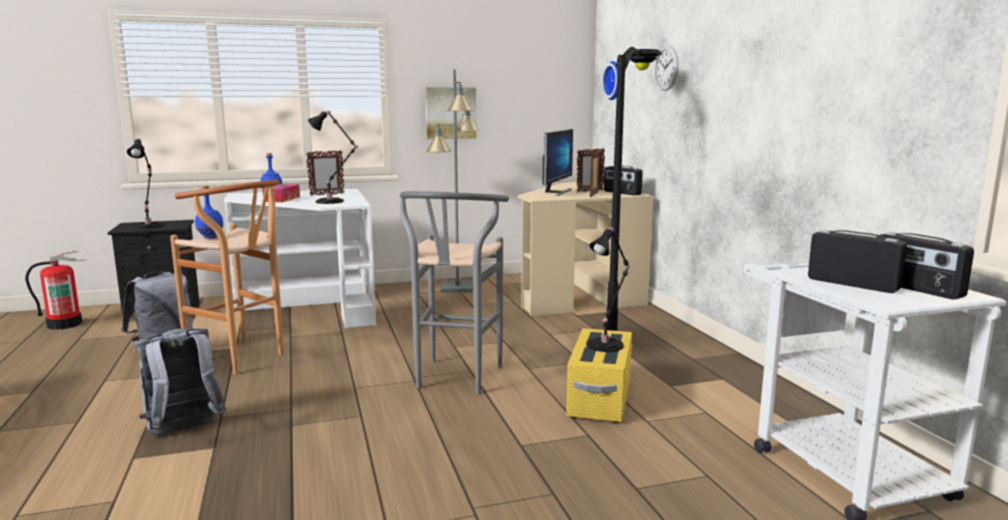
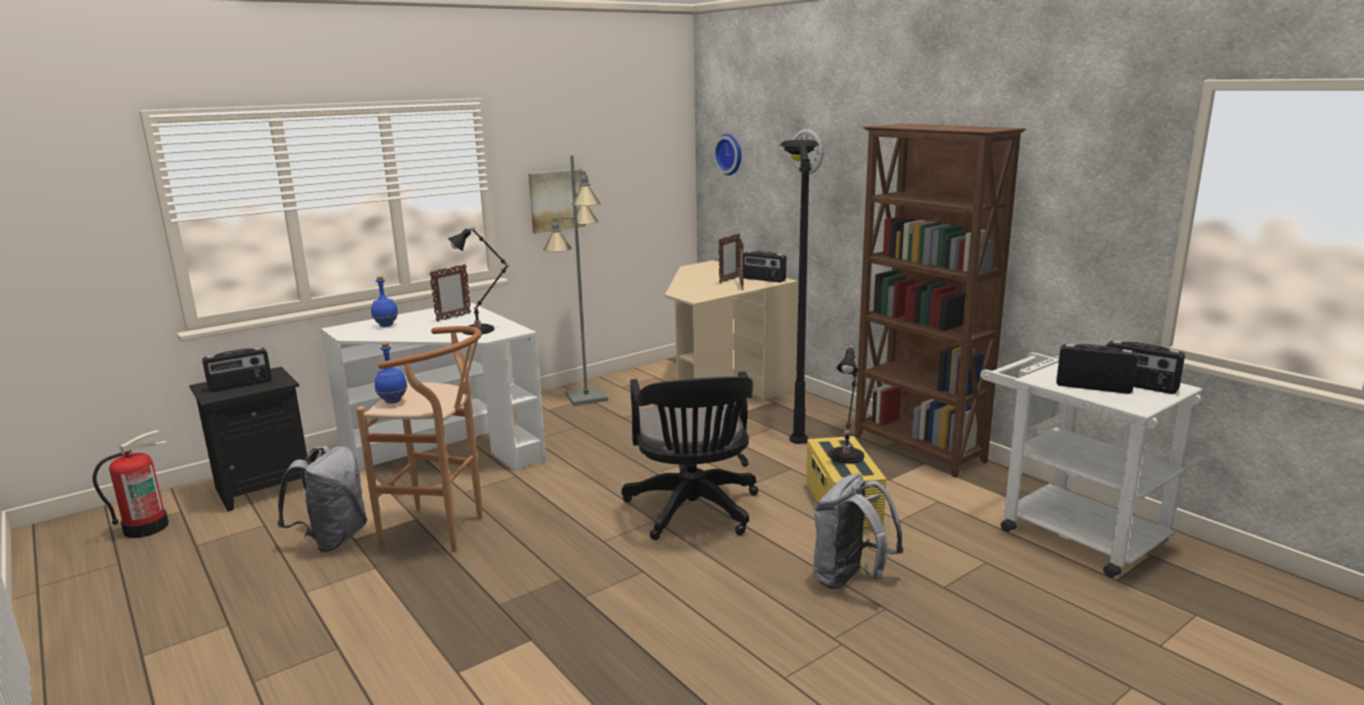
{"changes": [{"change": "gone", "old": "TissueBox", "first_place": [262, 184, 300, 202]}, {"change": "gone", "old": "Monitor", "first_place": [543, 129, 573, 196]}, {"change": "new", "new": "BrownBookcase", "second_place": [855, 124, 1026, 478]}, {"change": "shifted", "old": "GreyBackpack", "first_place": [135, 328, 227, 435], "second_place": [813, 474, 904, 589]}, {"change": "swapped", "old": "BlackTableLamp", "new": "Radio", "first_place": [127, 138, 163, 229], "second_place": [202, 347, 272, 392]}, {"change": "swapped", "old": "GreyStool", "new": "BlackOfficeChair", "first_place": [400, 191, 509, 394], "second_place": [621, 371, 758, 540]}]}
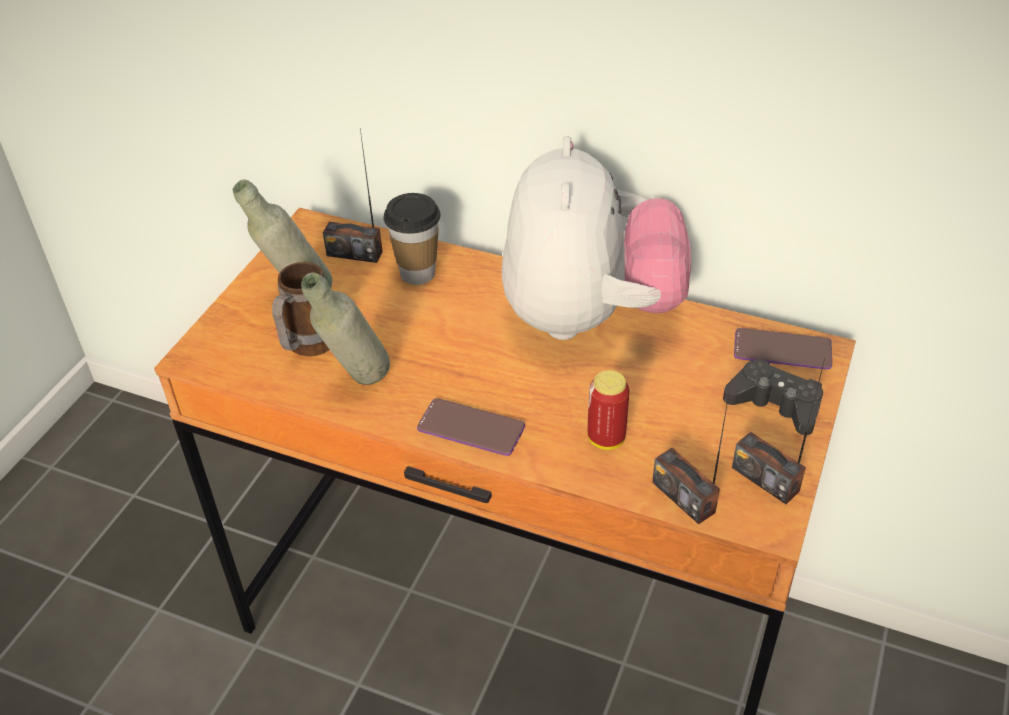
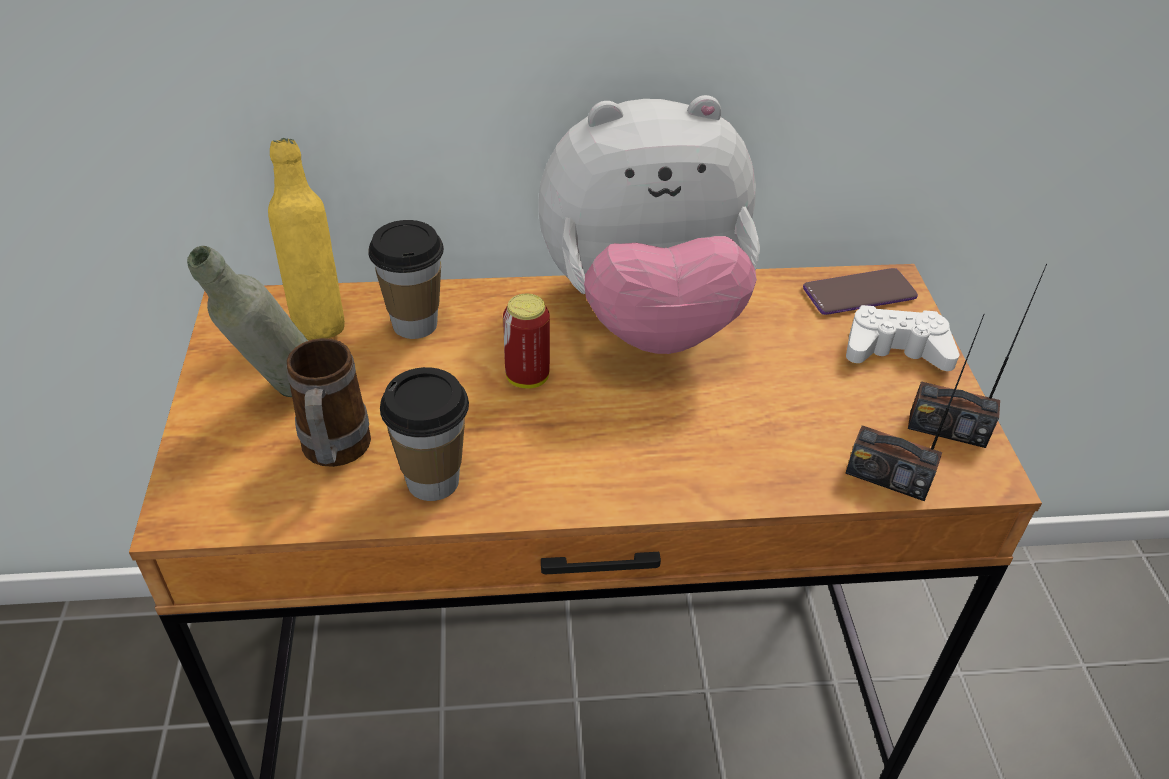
{"changes": [{"change": "gone", "old": "Phone", "first_place": [417, 398, 525, 456]}, {"change": "shifted", "old": "Can", "first_place": [588, 370, 630, 450], "second_place": [503, 294, 550, 389]}, {"change": "swapped", "old": "GreyBottle", "new": "Cup", "first_place": [301, 273, 390, 385], "second_place": [380, 367, 469, 501]}, {"change": "swapped", "old": "Radio", "new": "YellowBottle", "first_place": [323, 129, 383, 263], "second_place": [268, 138, 345, 340]}, {"change": "repainted", "old": "BlackGameController", "new": "WhiteGameController", "first_place": [723, 359, 823, 435], "second_place": [846, 305, 959, 371]}, {"change": "rotated", "old": "PlushToy", "first_place": [502, 136, 691, 340], "second_place": [538, 95, 760, 354], "degrees": 105}]}
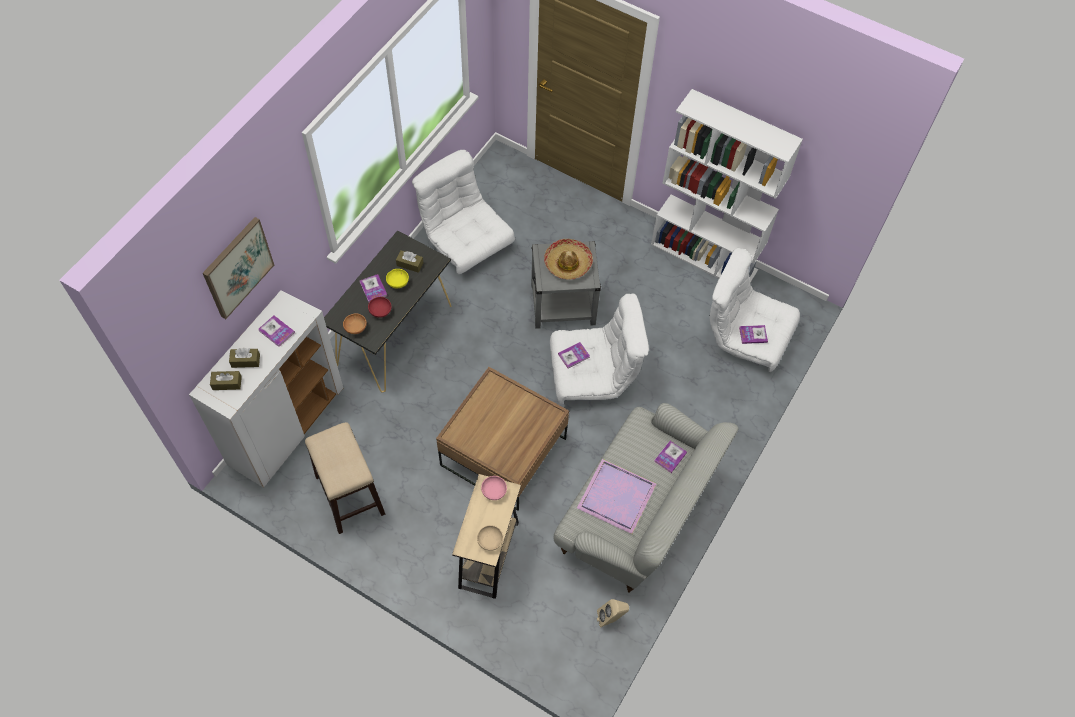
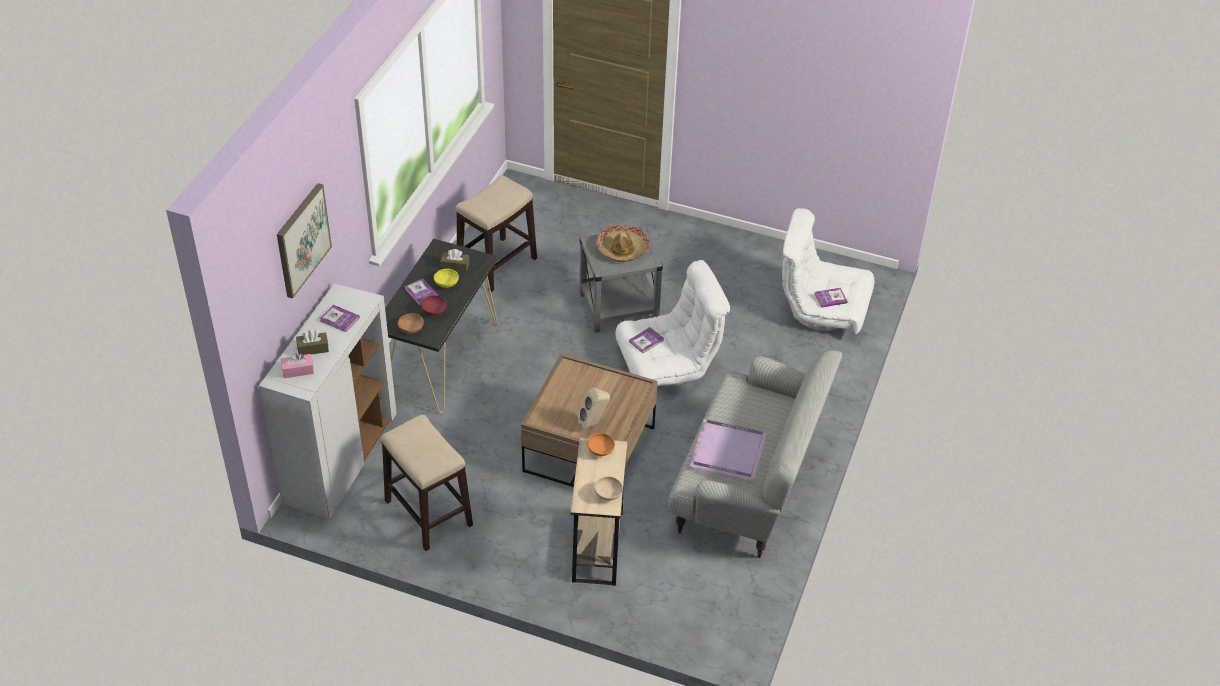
{"changes": [{"change": "gone", "old": "WhiteBookcase", "first_place": [651, 89, 803, 283]}, {"change": "gone", "old": "Book", "first_place": [654, 441, 687, 473]}, {"change": "shifted", "old": "BeigeSpeaker", "first_place": [597, 599, 629, 628], "second_place": [577, 388, 610, 430]}, {"change": "swapped", "old": "WhiteArmchair", "new": "Stool", "first_place": [412, 150, 515, 274], "second_place": [456, 175, 537, 292]}, {"change": "repainted", "old": "BrownTissueBox", "new": "PinkTissueBox", "first_place": [210, 371, 242, 390], "second_place": [281, 353, 314, 378]}, {"change": "repainted", "old": "PinkBowl", "new": "OrangeBowl", "first_place": [481, 476, 507, 500], "second_place": [587, 433, 615, 456]}]}
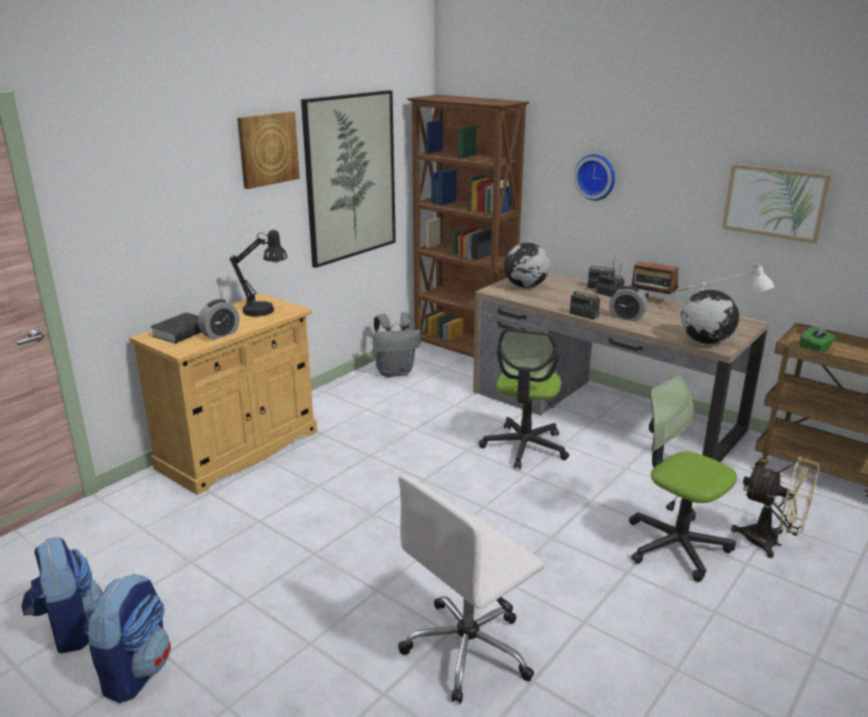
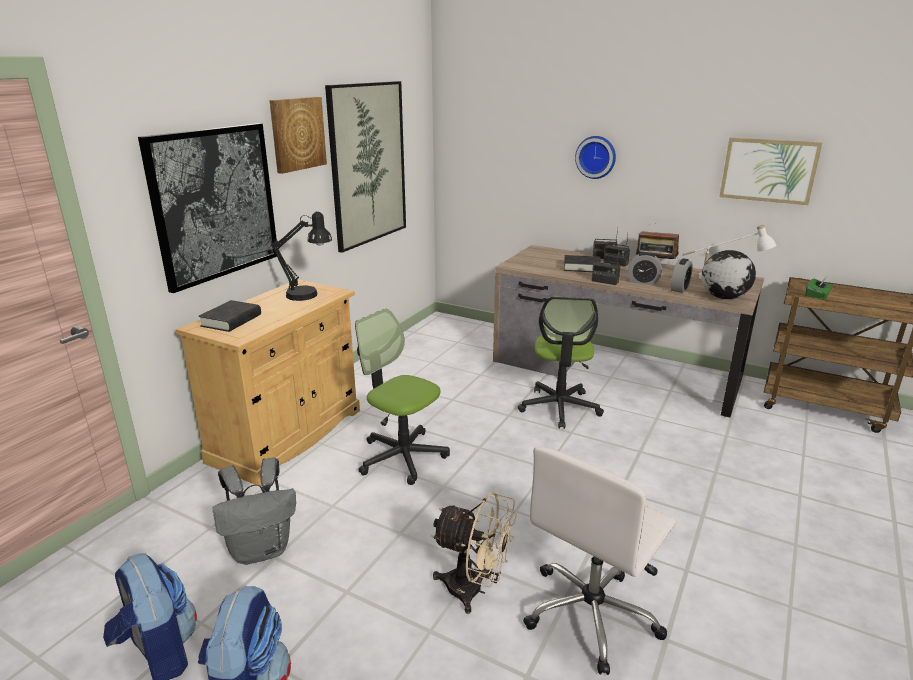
{"changes": [{"change": "gone", "old": "BrownBookcase", "first_place": [407, 95, 530, 358]}, {"change": "gone", "old": "Globe", "first_place": [504, 243, 550, 288]}, {"change": "new", "new": "Picture", "second_place": [138, 123, 277, 293]}, {"change": "new", "new": "BlackBook", "second_place": [564, 255, 601, 272]}, {"change": "shifted", "old": "AlarmClock", "first_place": [198, 299, 239, 340], "second_place": [671, 258, 693, 293]}, {"change": "shifted", "old": "GreyBackpack", "first_place": [373, 312, 421, 377], "second_place": [212, 458, 296, 565]}, {"change": "shifted", "old": "OfficeChair", "first_place": [629, 375, 737, 582], "second_place": [355, 309, 450, 485]}, {"change": "shifted", "old": "BeigeFan", "first_place": [731, 456, 820, 558], "second_place": [431, 492, 517, 614]}]}
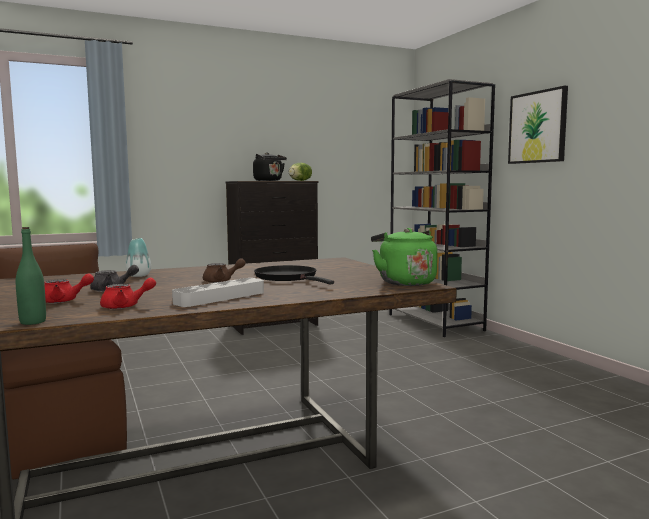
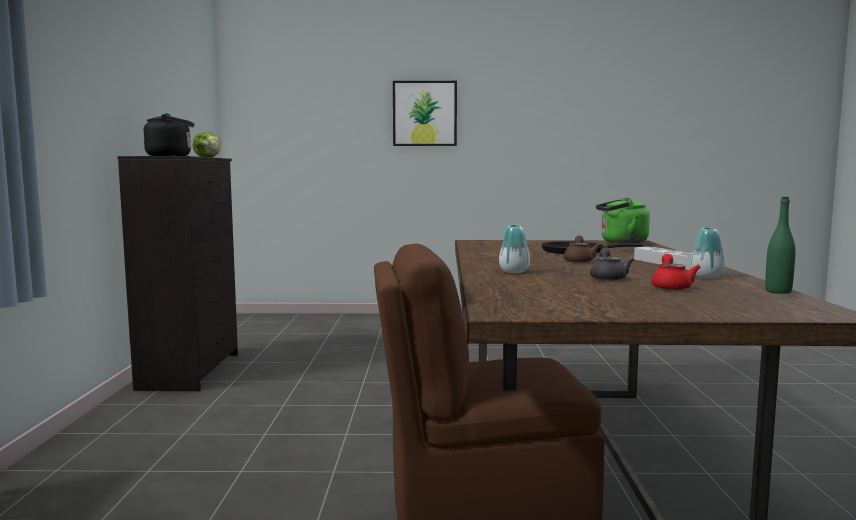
{"changes": [{"change": "gone", "old": "GreyBookcase", "first_place": [389, 79, 495, 337]}, {"change": "swapped", "old": "RedTeapot", "new": "Vase", "first_place": [100, 278, 156, 309], "second_place": [690, 227, 725, 279]}]}
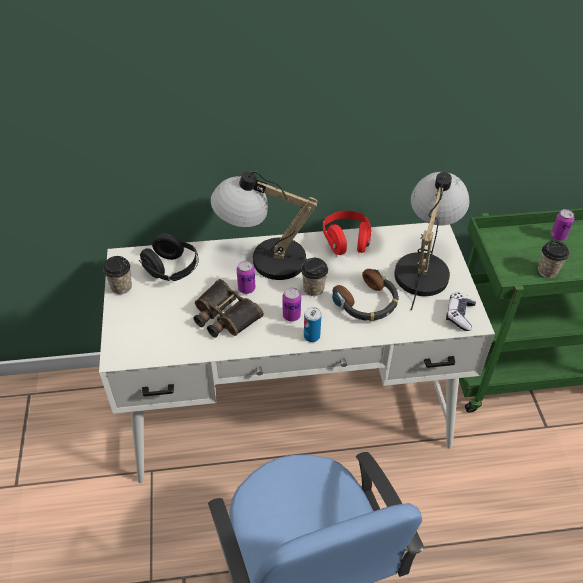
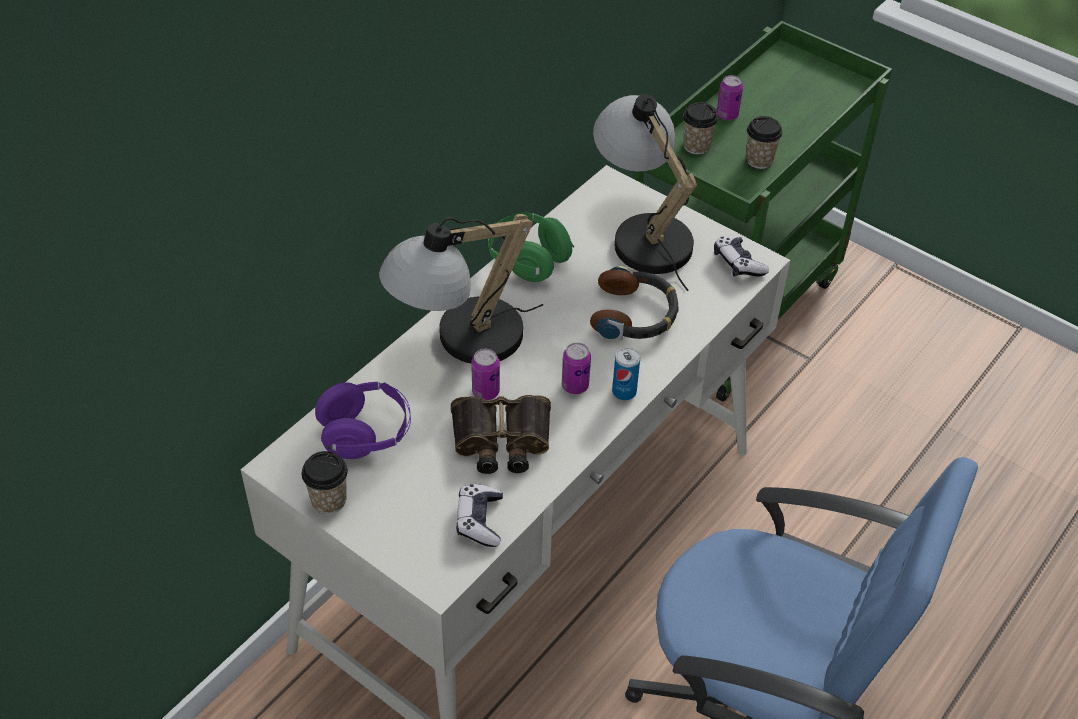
{"changes": [{"change": "new", "new": "GameController", "second_place": [456, 484, 503, 547]}, {"change": "shifted", "old": "Cup", "first_place": [301, 258, 328, 296], "second_place": [683, 102, 718, 155]}, {"change": "repainted", "old": "BlackHeadphones", "new": "PurpleHeadphones", "first_place": [139, 233, 199, 281], "second_place": [315, 382, 411, 459]}, {"change": "repainted", "old": "RedHeadphones", "new": "GreenHeadphones", "first_place": [323, 211, 371, 255], "second_place": [488, 212, 575, 282]}]}
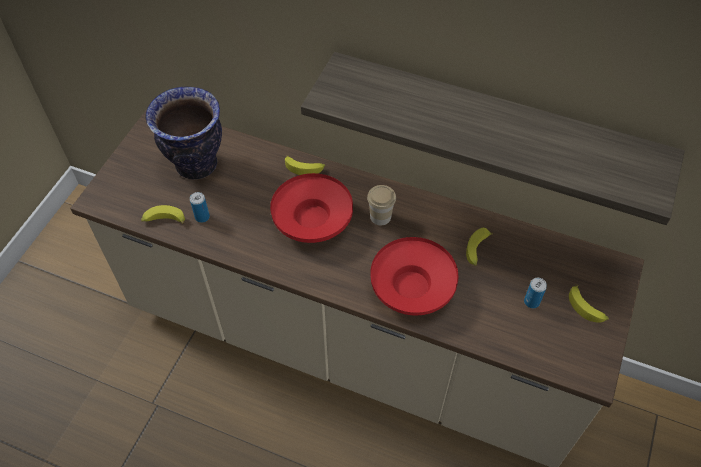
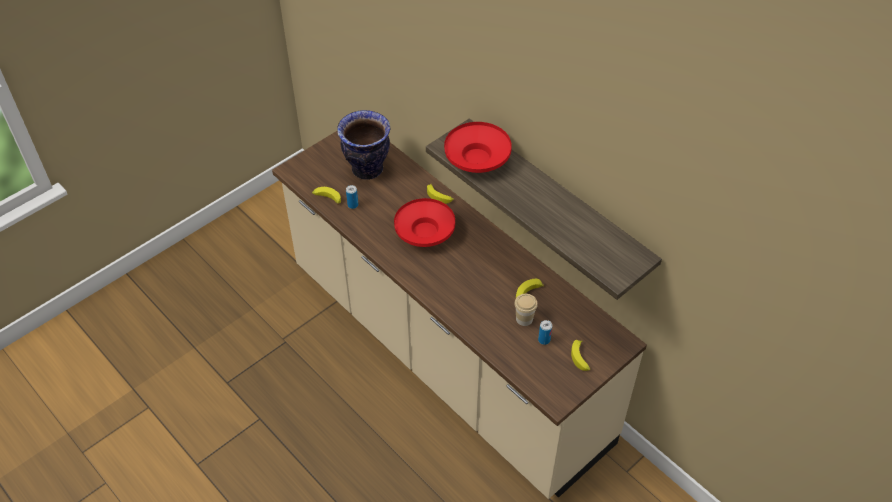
{"changes": [{"change": "shifted", "old": "Cup", "first_place": [367, 185, 396, 226], "second_place": [514, 294, 538, 326]}, {"change": "shifted", "old": "RedBowl", "first_place": [370, 237, 458, 315], "second_place": [444, 122, 512, 173]}]}
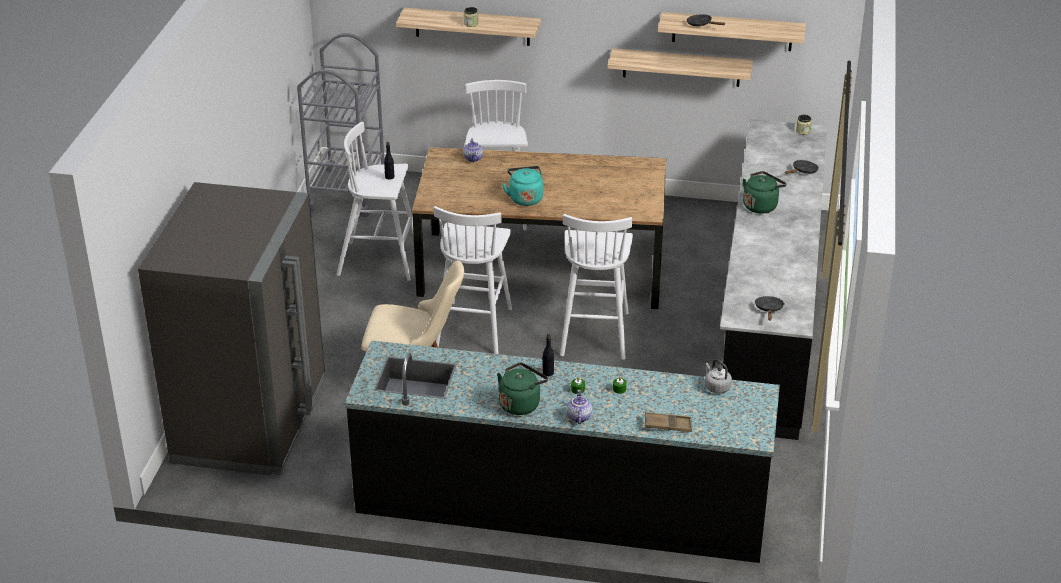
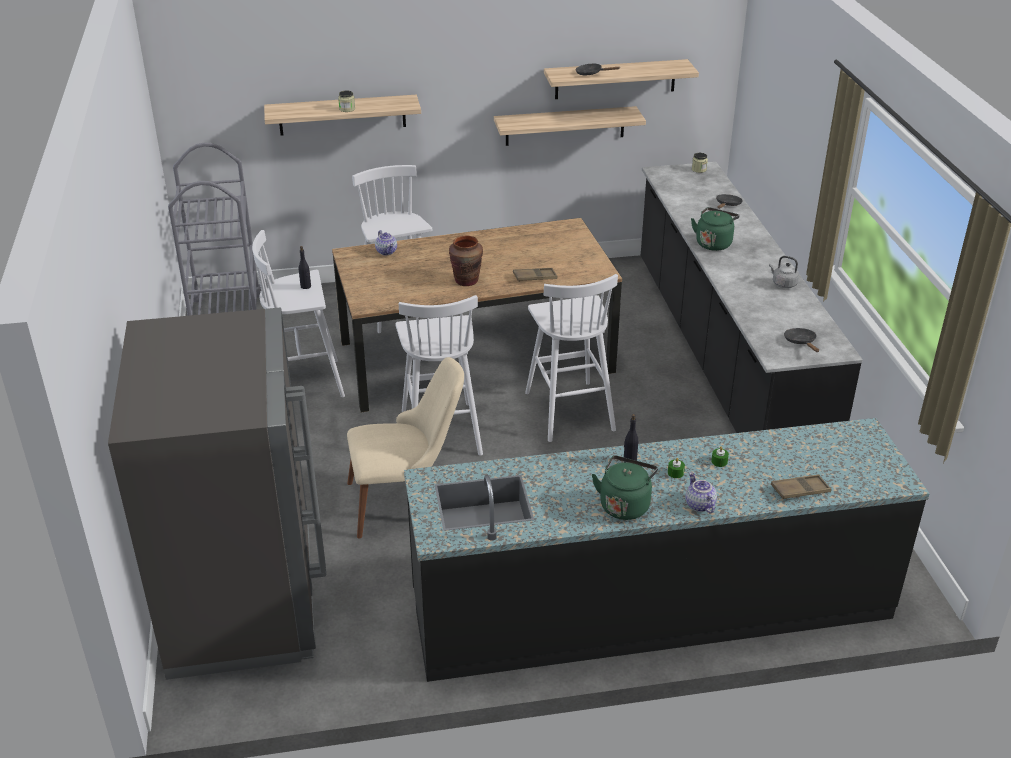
{"changes": [{"change": "new", "new": "BrownTray", "second_place": [513, 268, 558, 282]}, {"change": "shifted", "old": "GreyKettle", "first_place": [705, 359, 732, 394], "second_place": [769, 256, 799, 288]}, {"change": "swapped", "old": "TurquoiseKettle", "new": "BrownVase", "first_place": [502, 166, 543, 206], "second_place": [449, 236, 483, 286]}]}
